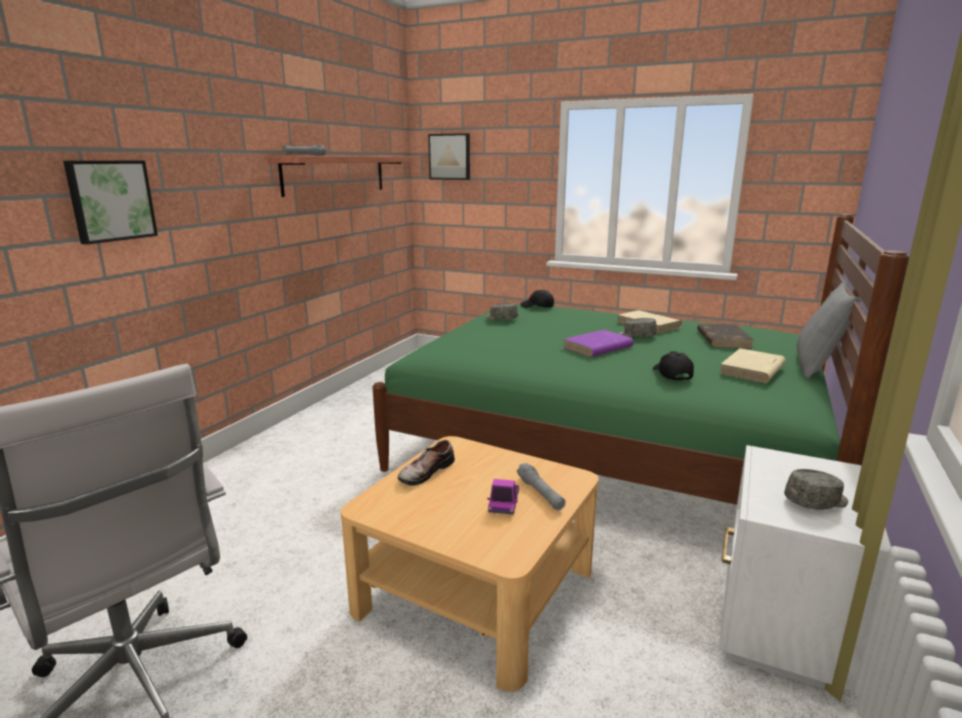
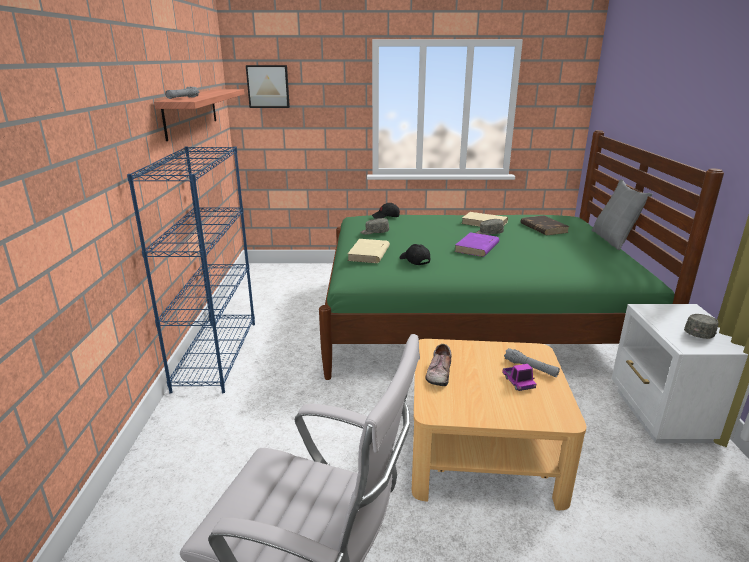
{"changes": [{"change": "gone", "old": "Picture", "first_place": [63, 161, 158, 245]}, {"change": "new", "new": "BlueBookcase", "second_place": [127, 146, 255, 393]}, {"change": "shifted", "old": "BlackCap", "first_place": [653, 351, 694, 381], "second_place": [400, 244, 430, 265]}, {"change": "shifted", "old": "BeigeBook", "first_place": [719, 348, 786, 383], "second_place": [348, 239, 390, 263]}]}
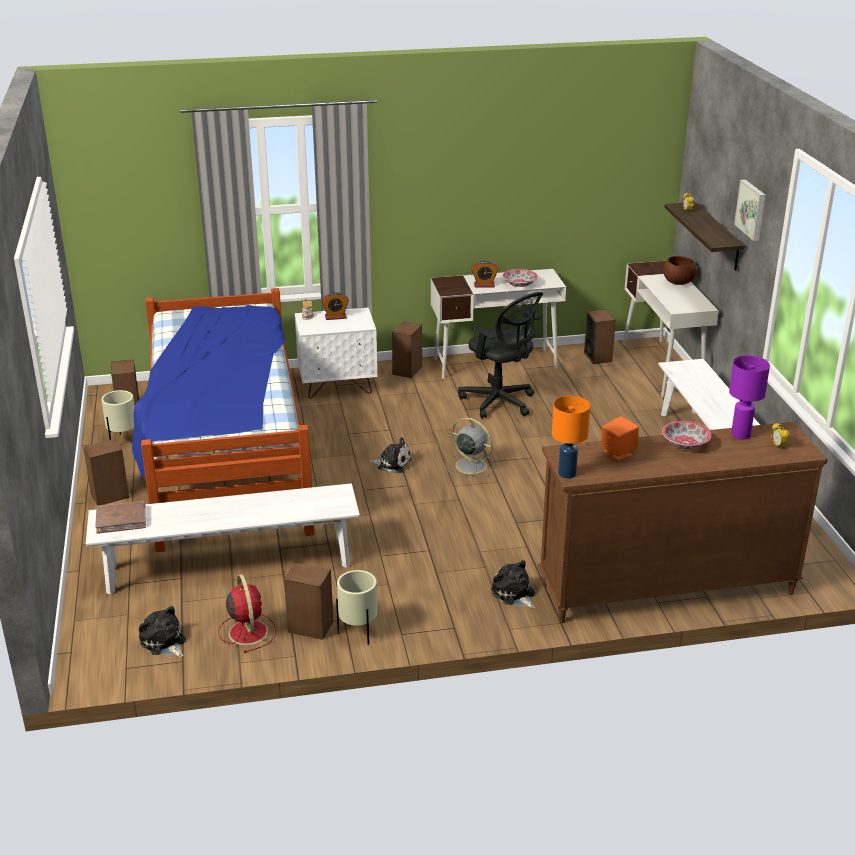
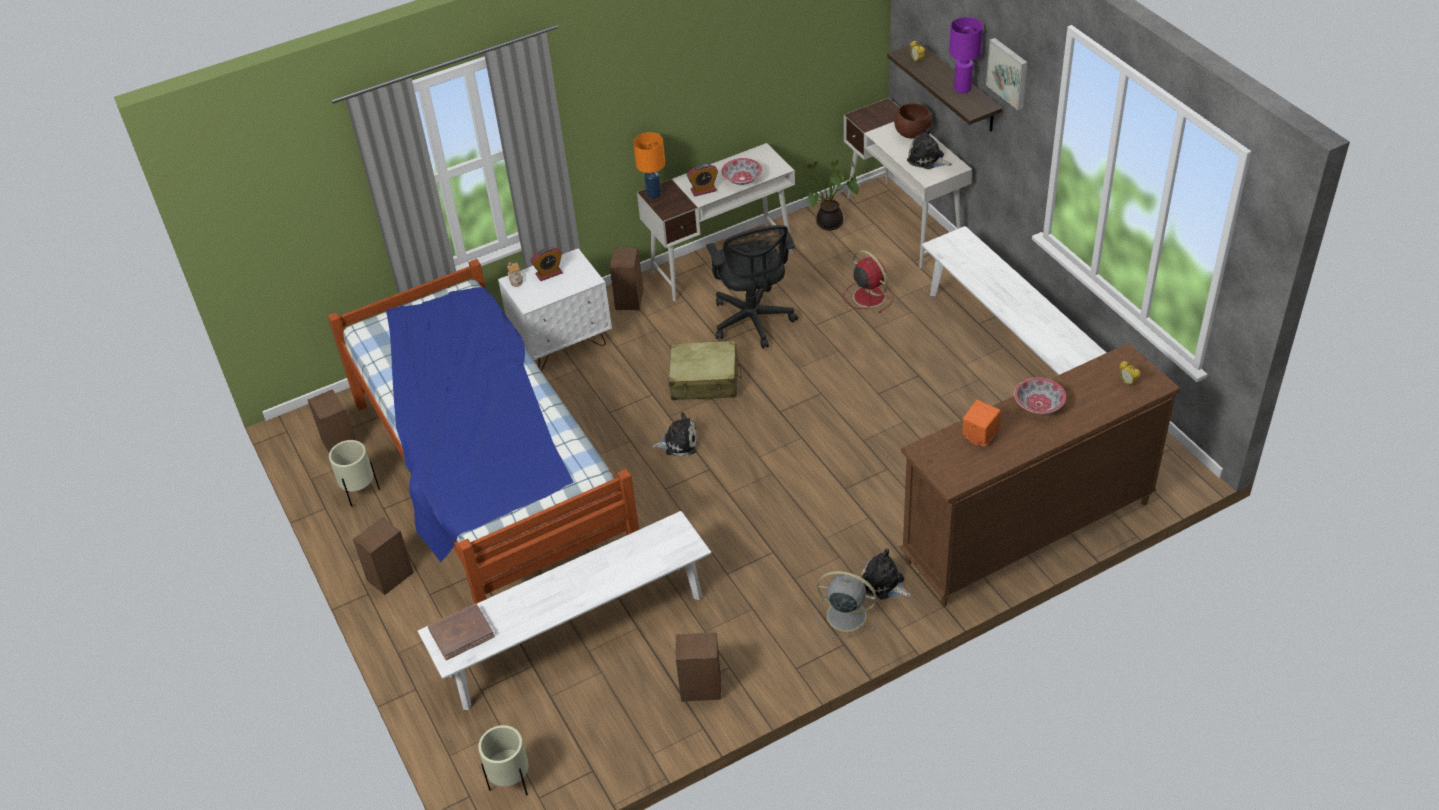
{"changes": [{"change": "new", "new": "BeigeSuitcase", "second_place": [669, 340, 742, 400]}, {"change": "shifted", "old": "PlushToy", "first_place": [139, 606, 186, 657], "second_place": [907, 127, 952, 169]}, {"change": "shifted", "old": "RedFan", "first_place": [218, 574, 276, 653], "second_place": [843, 250, 893, 313]}, {"change": "shifted", "old": "BeigePlanter", "first_place": [336, 570, 377, 645], "second_place": [478, 725, 529, 795]}, {"change": "shifted", "old": "GreyFan", "first_place": [446, 418, 495, 477], "second_place": [816, 571, 876, 638]}, {"change": "shifted", "old": "OrangeTableLamp", "first_place": [552, 396, 590, 478], "second_place": [633, 132, 665, 199]}, {"change": "shifted", "old": "PurpleTableLamp", "first_place": [729, 355, 770, 439], "second_place": [949, 17, 983, 93]}, {"change": "swapped", "old": "Speaker", "new": "PottedPlant", "first_place": [584, 309, 616, 364], "second_place": [799, 160, 860, 230]}, {"change": "rotated", "old": "BlackOfficeChair", "first_place": [458, 292, 543, 419], "second_place": [706, 225, 798, 349], "degrees": 45}]}
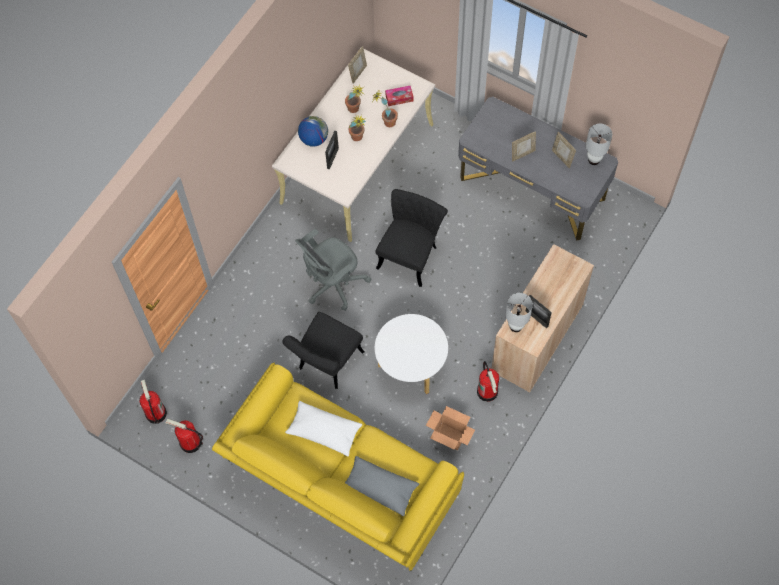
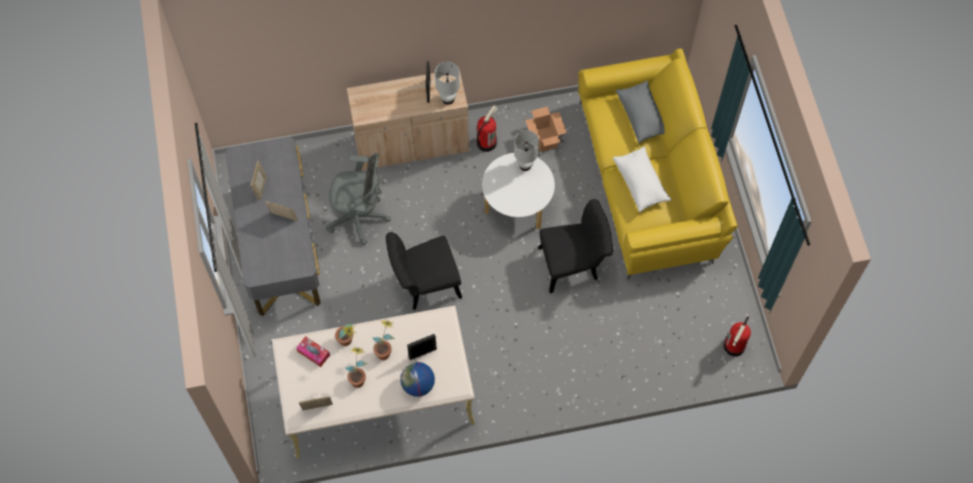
{"changes": [{"change": "gone", "old": "FireExtinguisher", "first_place": [165, 418, 203, 453]}, {"change": "shifted", "old": "GreyOfficeChair", "first_place": [295, 229, 372, 311], "second_place": [325, 153, 391, 245]}, {"change": "shifted", "old": "WhiteTableLamp", "first_place": [586, 124, 612, 165], "second_place": [514, 130, 539, 171]}]}
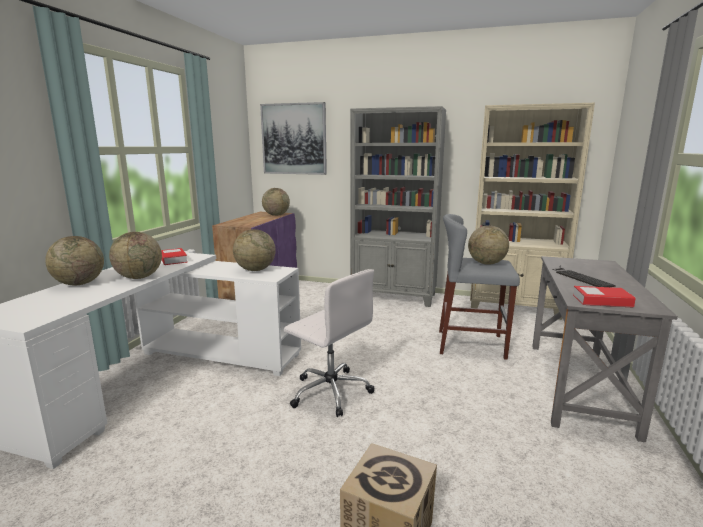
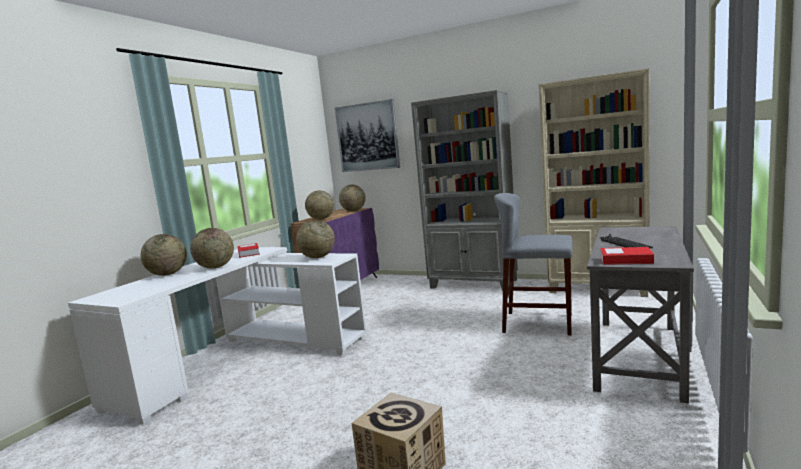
{"changes": [{"change": "gone", "old": "WhiteOfficeChair", "first_place": [284, 269, 375, 417]}, {"change": "shifted", "old": "Globe", "first_place": [468, 225, 509, 265], "second_place": [305, 191, 334, 219]}]}
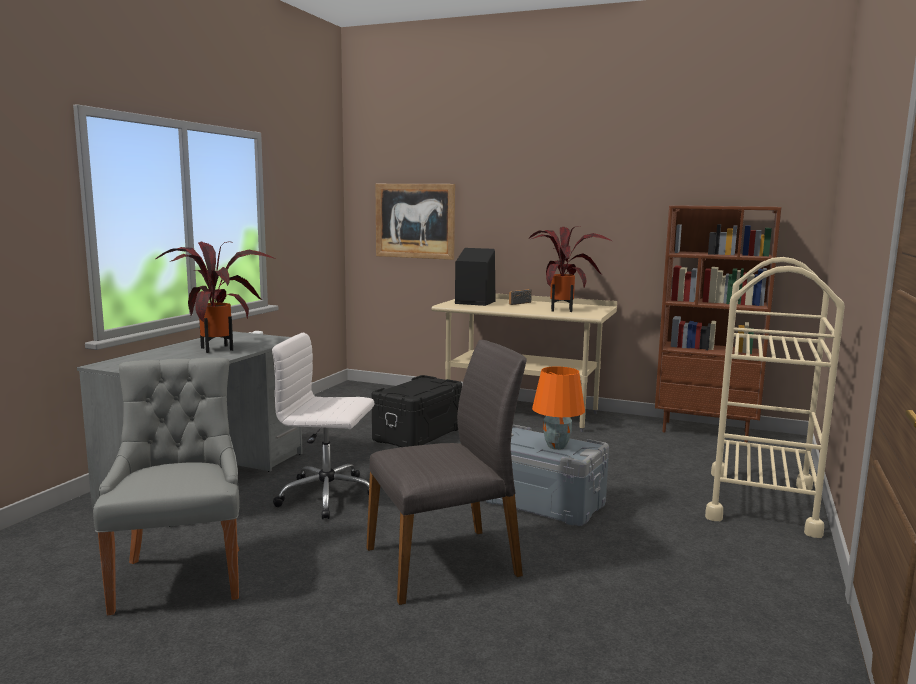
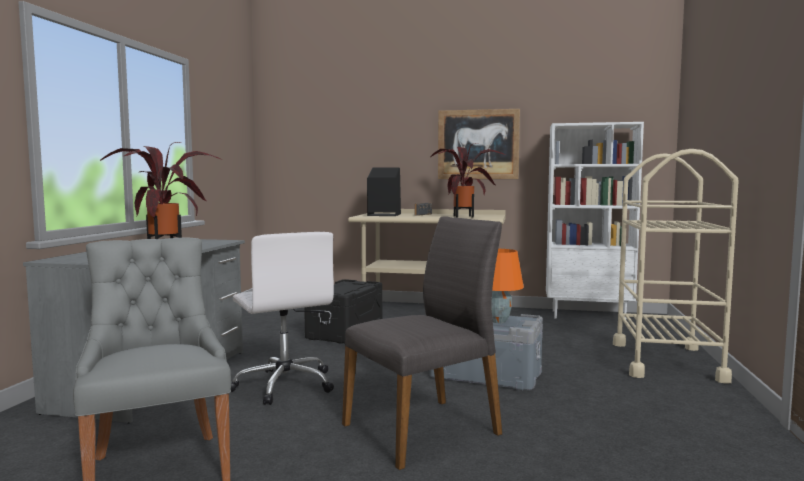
{"changes": [{"change": "shifted", "old": "Picture", "first_place": [376, 184, 455, 260], "second_place": [438, 109, 520, 179]}, {"change": "repainted", "old": "BrownBookcase", "new": "WhiteBookcase", "first_place": [655, 205, 782, 443], "second_place": [546, 122, 644, 319]}, {"change": "rotated", "old": "WhiteOfficeChair", "first_place": [272, 332, 375, 519], "second_place": [231, 232, 334, 405], "degrees": -120}]}
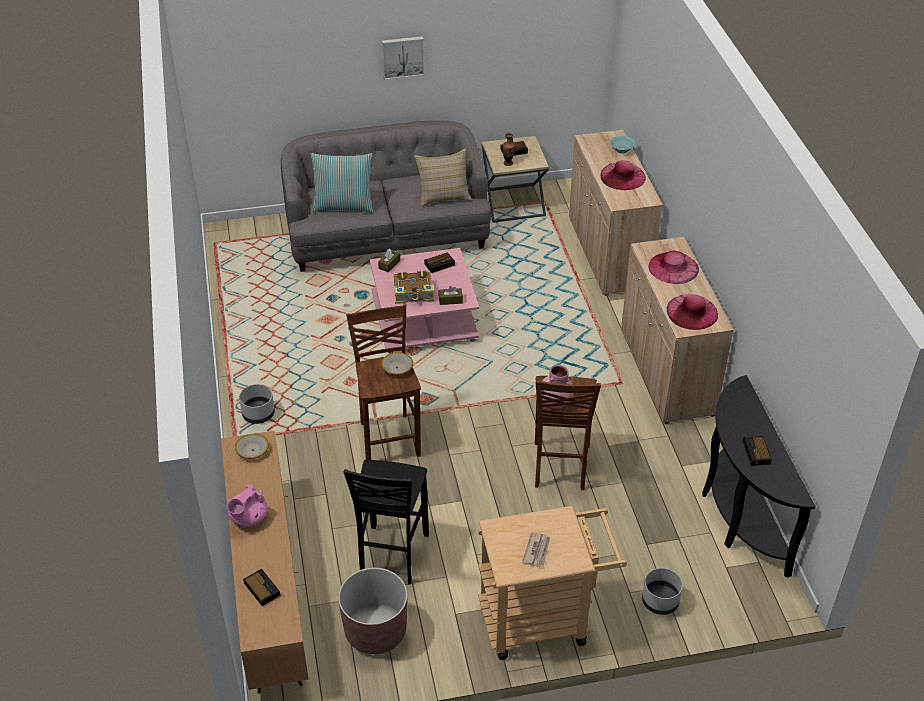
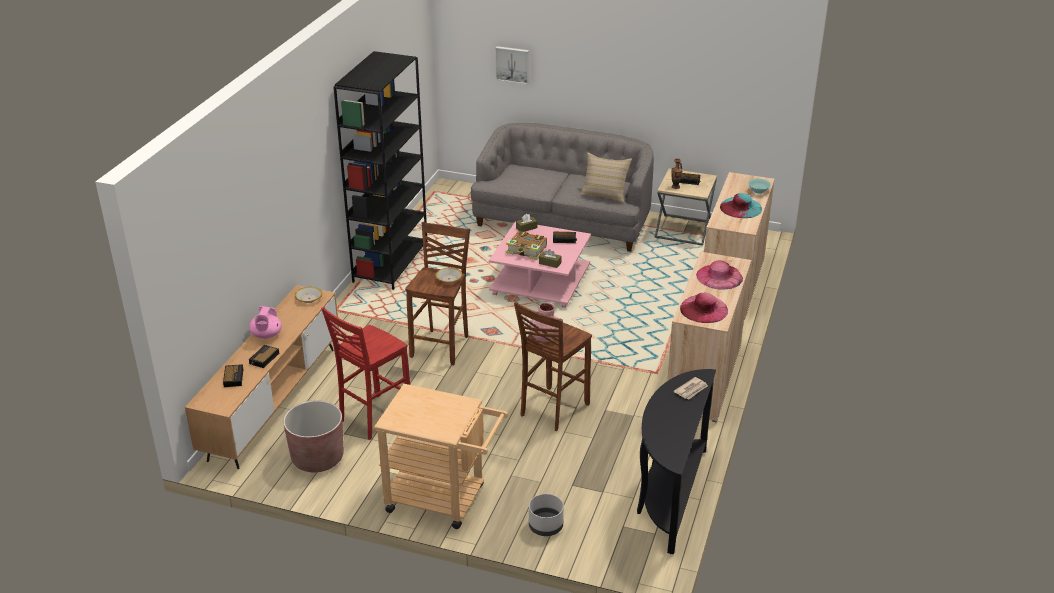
{"changes": [{"change": "gone", "old": "GreyPlanter", "first_place": [239, 384, 275, 424]}, {"change": "gone", "old": "Pillow", "first_place": [311, 153, 374, 213]}, {"change": "new", "new": "BlackBookcase", "second_place": [333, 51, 428, 290]}, {"change": "shifted", "old": "Picture", "first_place": [382, 36, 425, 80], "second_place": [495, 46, 529, 84]}, {"change": "shifted", "old": "Newspaper", "first_place": [522, 532, 550, 567], "second_place": [674, 377, 708, 400]}, {"change": "shifted", "old": "AlarmClock", "first_place": [743, 436, 772, 466], "second_place": [249, 345, 279, 368]}, {"change": "repainted", "old": "BlackStool", "new": "RedStool", "first_place": [343, 460, 429, 584], "second_place": [321, 307, 410, 440]}, {"change": "repainted", "old": "PinkHat", "new": "TurquoiseHat", "first_place": [600, 160, 646, 190], "second_place": [720, 193, 762, 218]}, {"change": "rotated", "old": "PinkTeapot", "first_place": [227, 484, 268, 526], "second_place": [249, 306, 282, 339], "degrees": -60}]}
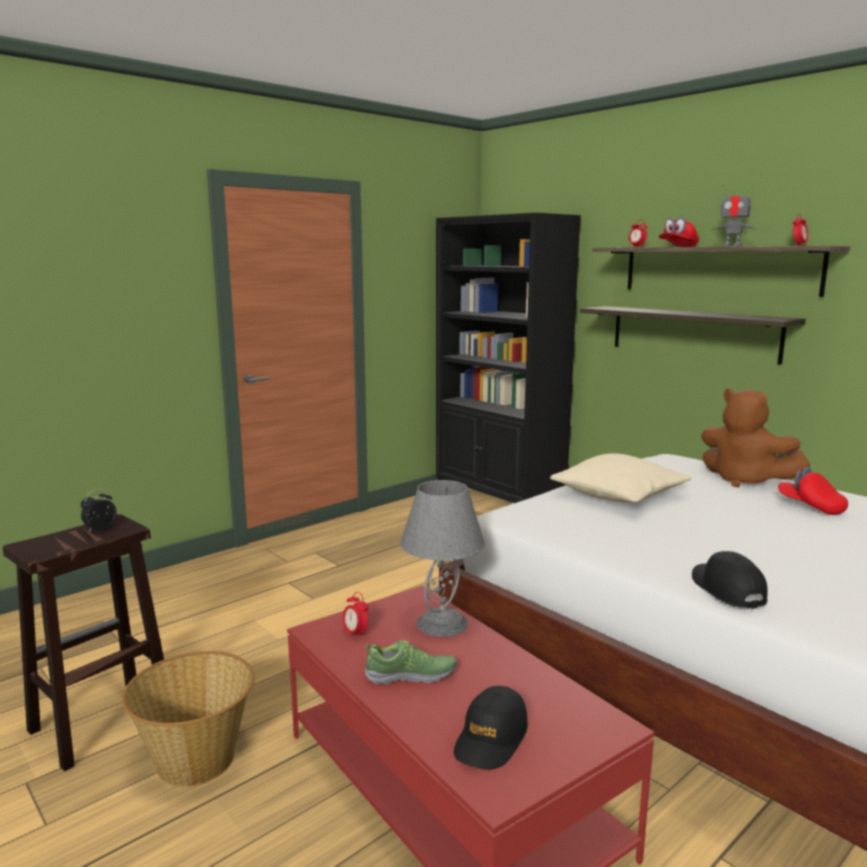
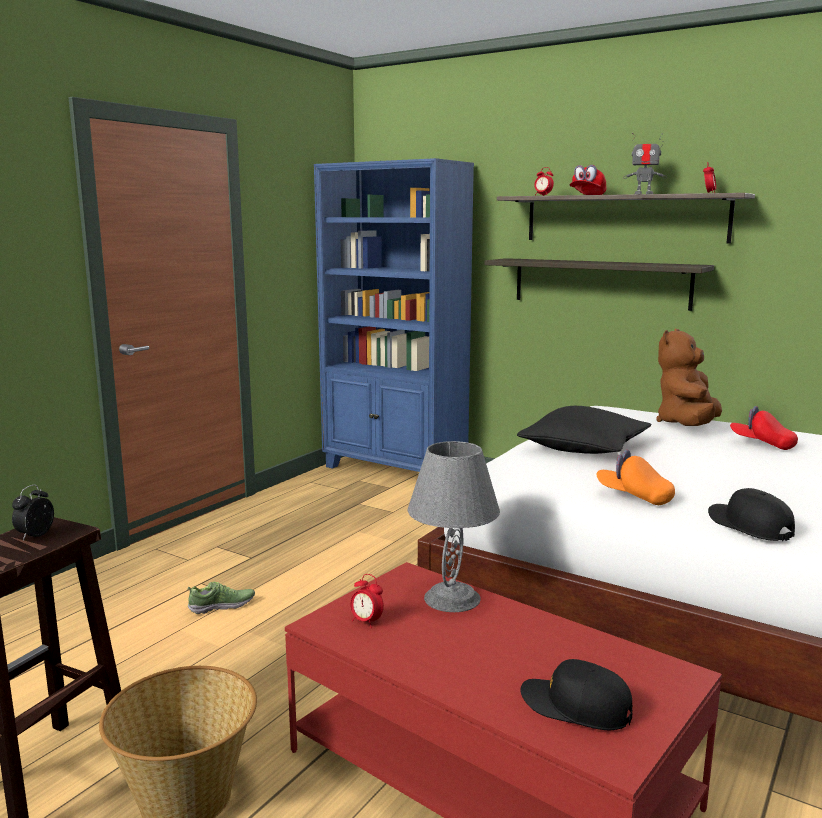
{"changes": [{"change": "new", "new": "OrangeCap", "second_place": [597, 450, 675, 505]}, {"change": "shifted", "old": "Shoe", "first_place": [364, 640, 457, 685], "second_place": [187, 581, 255, 614]}, {"change": "repainted", "old": "BlackBookcase", "new": "BlueBookcase", "first_place": [436, 213, 581, 503], "second_place": [314, 158, 474, 472]}, {"change": "repainted", "old": "BeigePillow", "new": "BlackPillow", "first_place": [550, 453, 692, 502], "second_place": [517, 406, 652, 454]}, {"change": "rotated", "old": "BlackCap", "first_place": [454, 686, 528, 770], "second_place": [520, 659, 632, 730], "degrees": 105}, {"change": "rotated", "old": "BrownPlushToy", "first_place": [701, 389, 810, 487], "second_place": [656, 329, 722, 426], "degrees": 90}]}
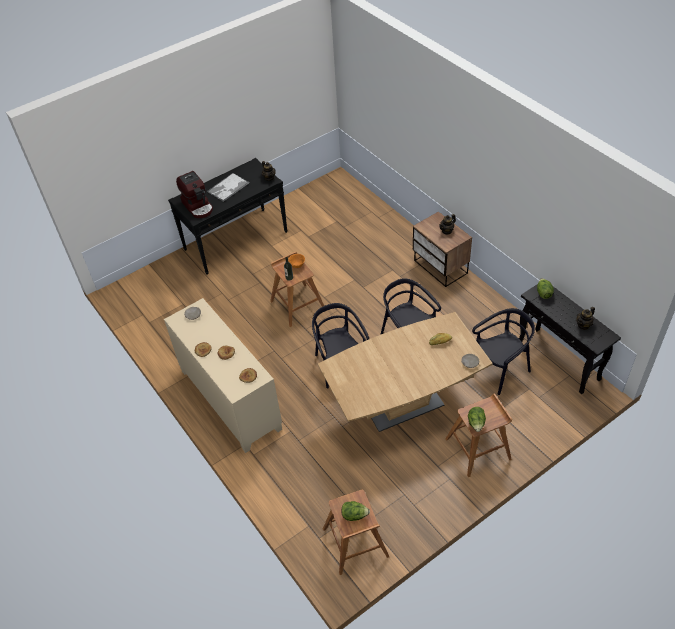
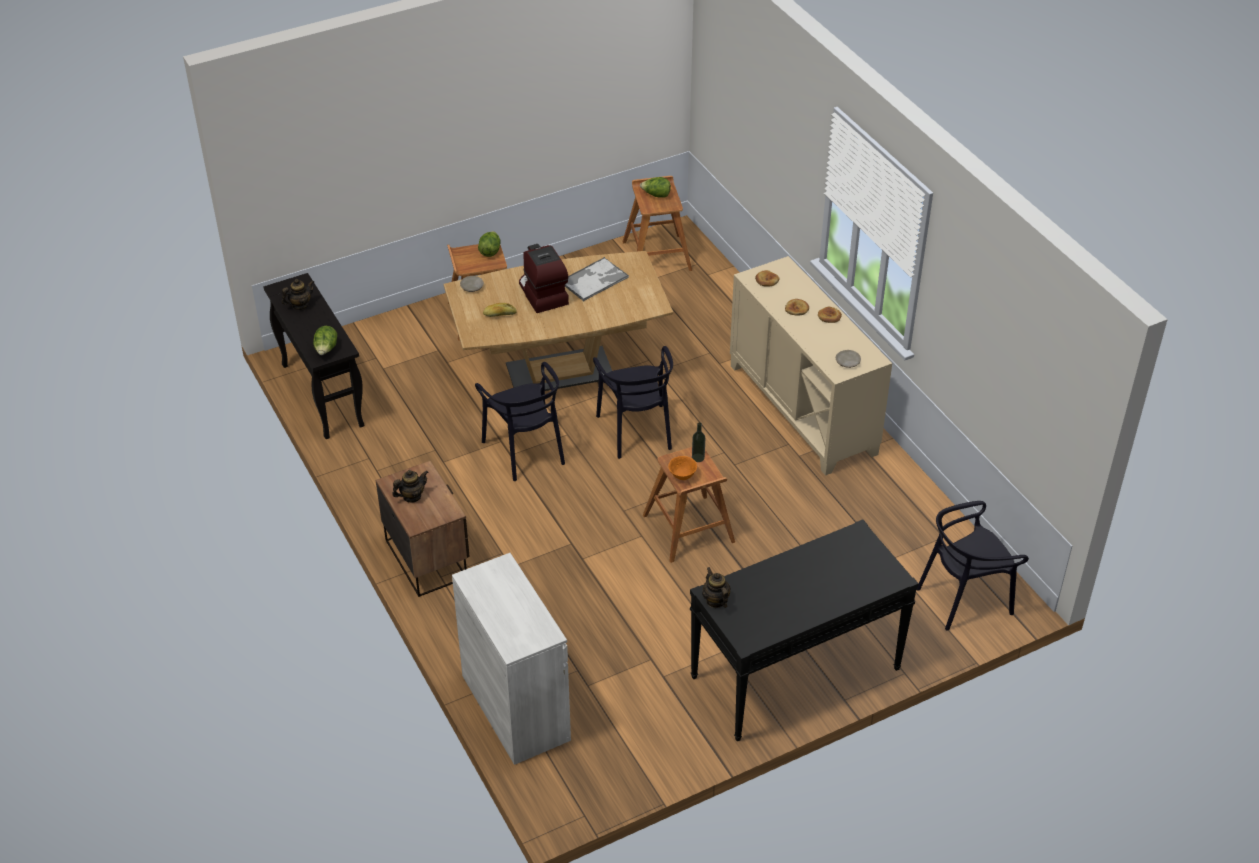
{"changes": [{"change": "new", "new": "WhiteCabinet", "second_place": [452, 553, 571, 765]}, {"change": "shifted", "old": "CoffeeMachine", "first_place": [176, 171, 213, 218], "second_place": [519, 244, 569, 313]}, {"change": "shifted", "old": "Tray", "first_place": [207, 173, 249, 202], "second_place": [565, 257, 629, 301]}, {"change": "shifted", "old": "BlackChair", "first_place": [472, 308, 535, 395], "second_place": [917, 501, 1029, 631]}]}
